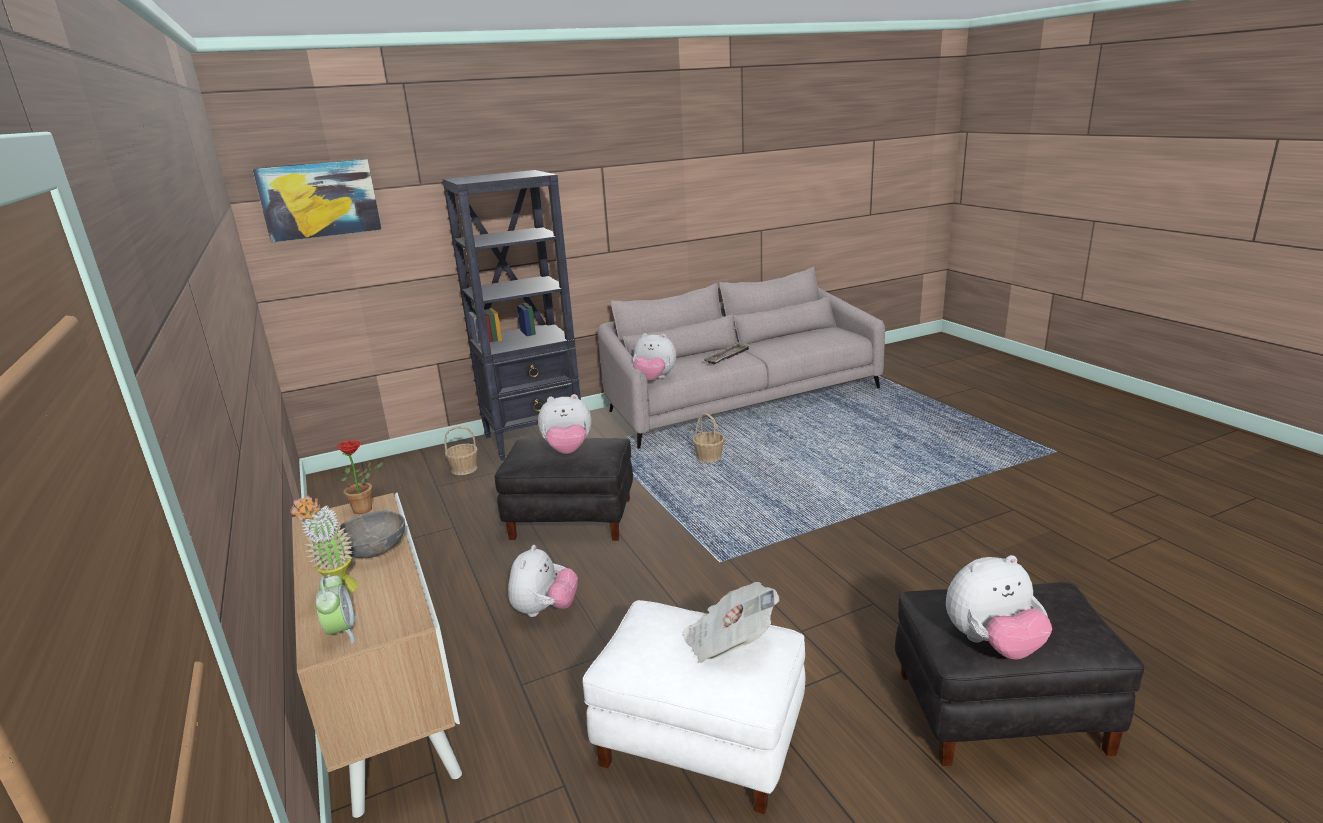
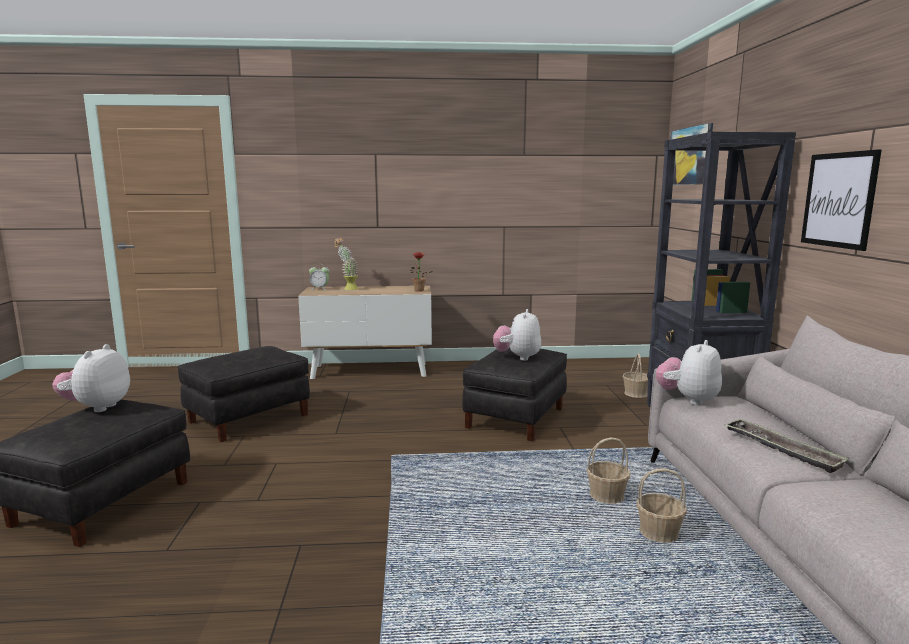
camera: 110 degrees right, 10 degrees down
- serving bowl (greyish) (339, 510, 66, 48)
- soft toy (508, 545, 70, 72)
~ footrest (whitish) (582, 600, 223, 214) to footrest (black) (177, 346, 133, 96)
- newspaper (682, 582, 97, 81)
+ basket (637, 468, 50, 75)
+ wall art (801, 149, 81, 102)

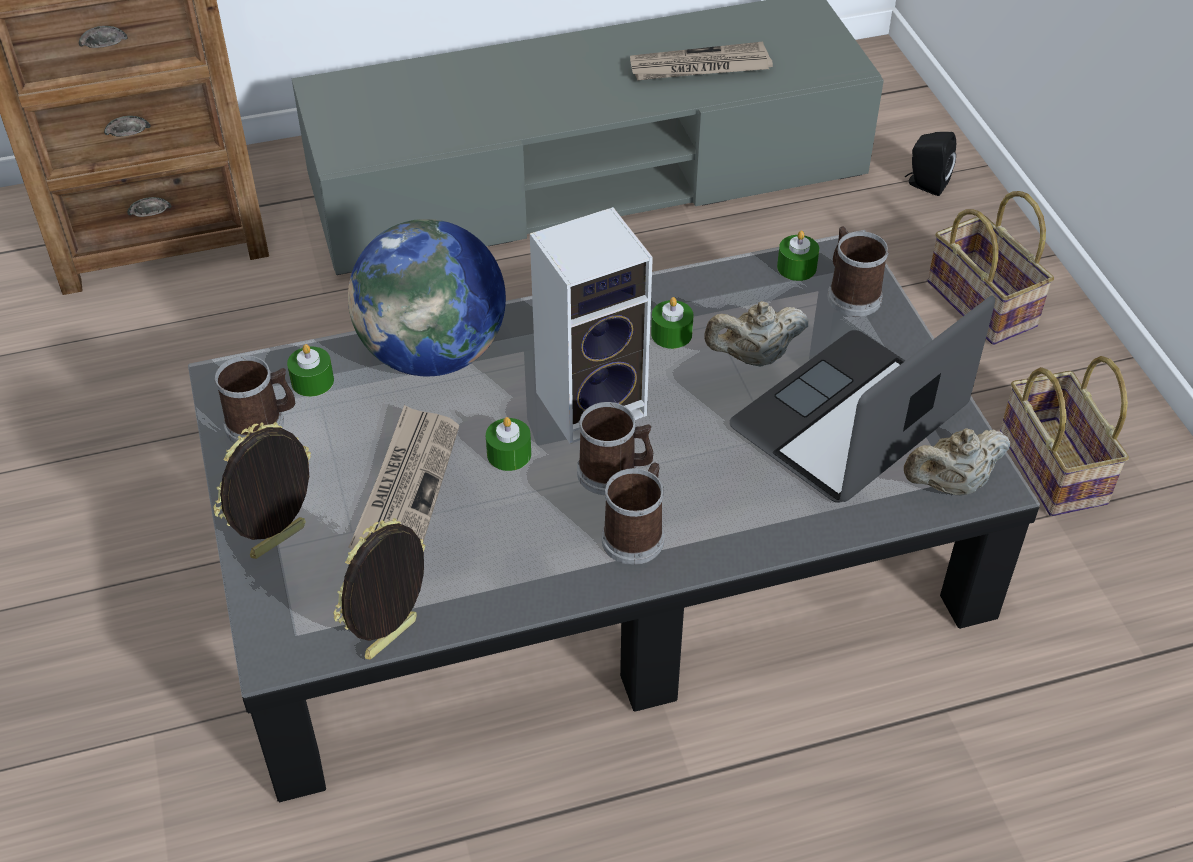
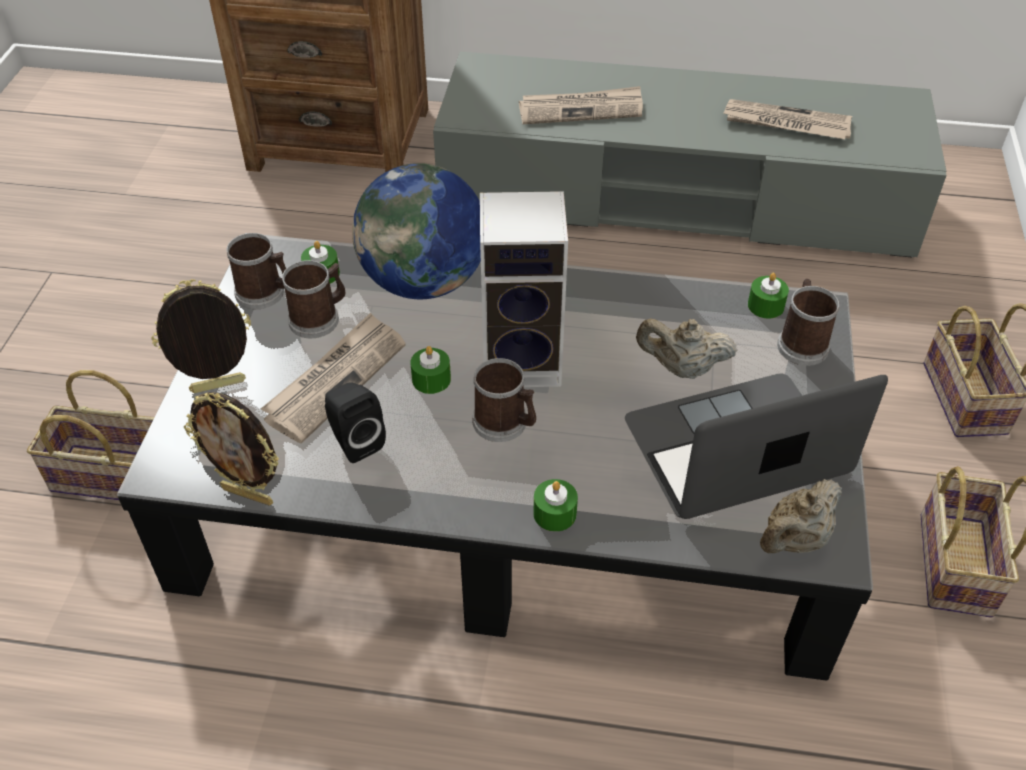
camera: 25 degrees right, 0 degrees up
~ standing frame (334, 518, 92, 141) = (184, 392, 95, 114) 135 degrees counterclockwise
~ coffee mug (601, 462, 63, 103) to (282, 260, 63, 79)
~ wax candle (green) (651, 297, 43, 52) to (533, 479, 45, 53)
~ teapot (beige) (904, 428, 106, 68) = (760, 479, 82, 74) 45 degrees counterclockwise
~ audio speaker (black) (905, 132, 51, 64) to (325, 382, 61, 81)
+ basket (27, 370, 127, 130)
+ newspaper (519, 86, 124, 38)

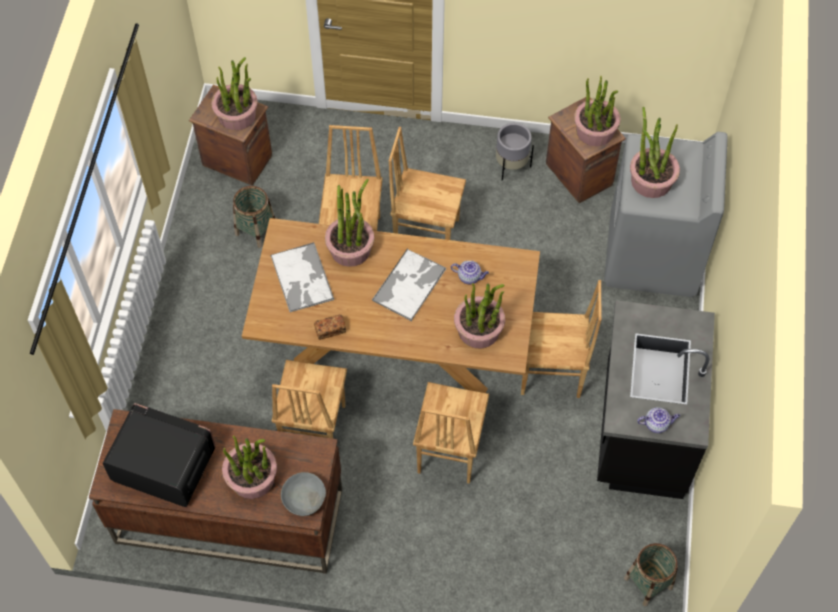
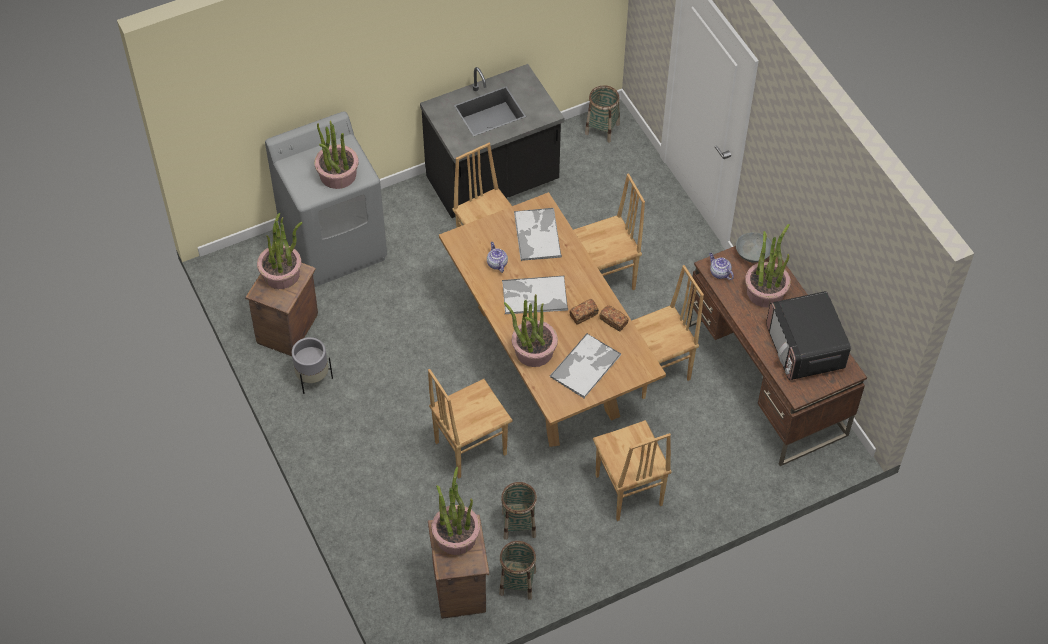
camera: 125 degrees left, 5 degrees down
~ plain chair (brown) (389, 127, 77, 113) to (593, 420, 79, 101)
~ potted plant (454, 283, 51, 65) to serving tray (514, 208, 48, 53)
~ teapot (637, 407, 43, 26) to (709, 253, 25, 27)
+ basket (499, 541, 37, 59)
+ baked bread (569, 299, 30, 26)

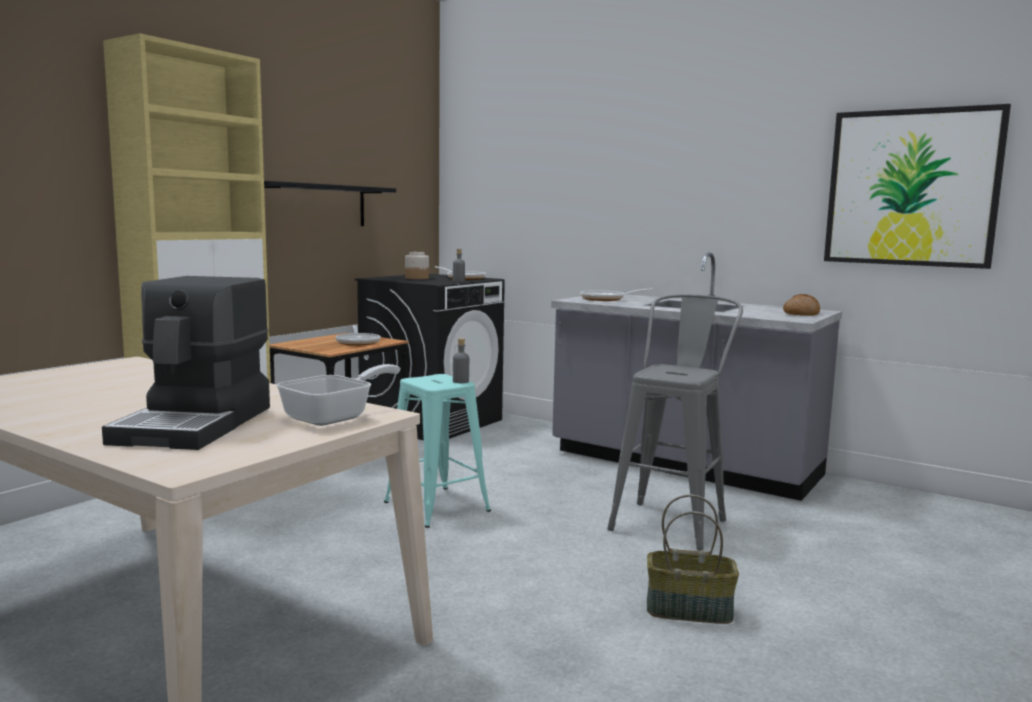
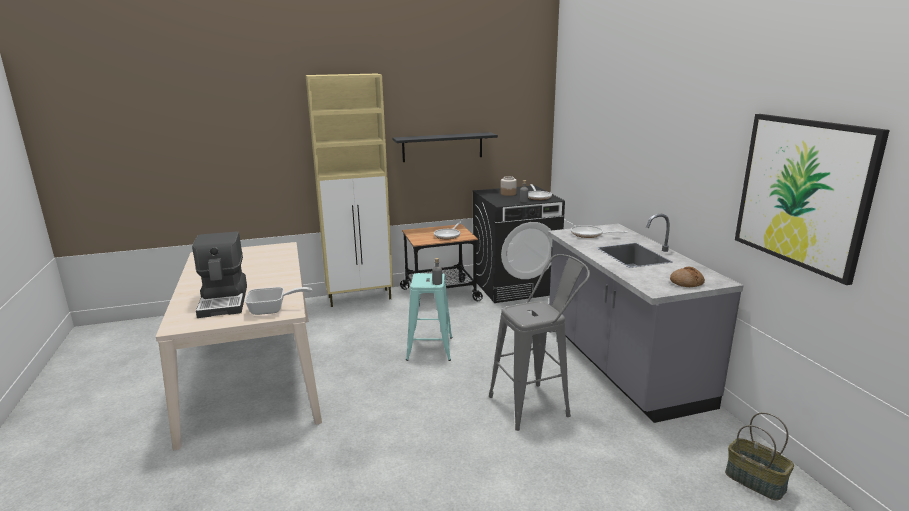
camera: 40 degrees right, 10 degrees up
~ coffee brewer (102, 276, 168, 174) = (192, 232, 55, 86) 60 degrees counterclockwise
~ basket (647, 494, 92, 130) to (725, 412, 69, 89)

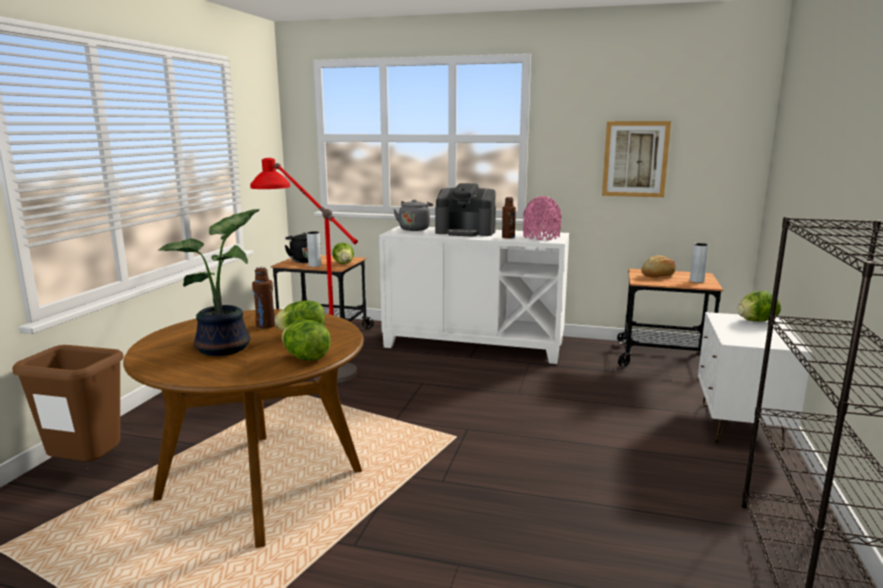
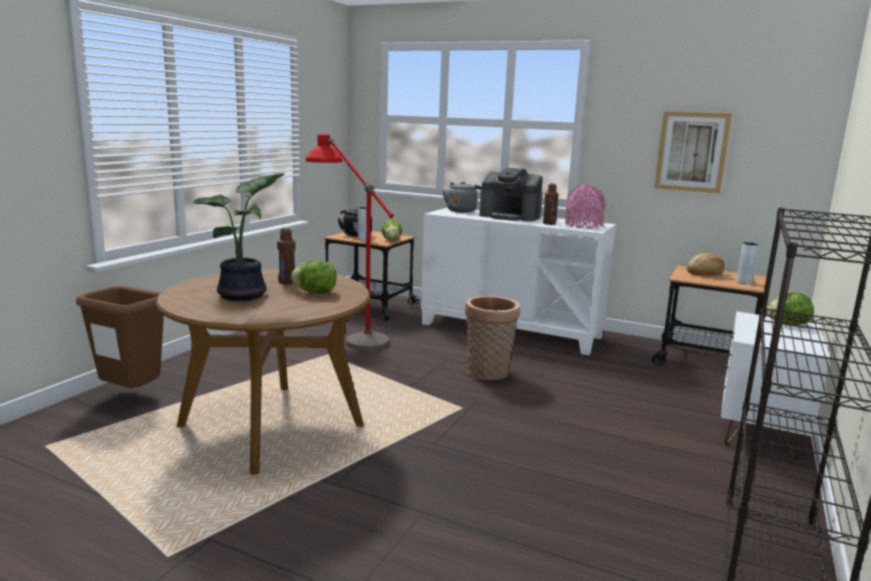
camera: 10 degrees right, 0 degrees up
- lettuce head (282, 320, 49, 41)
+ basket (465, 296, 55, 84)

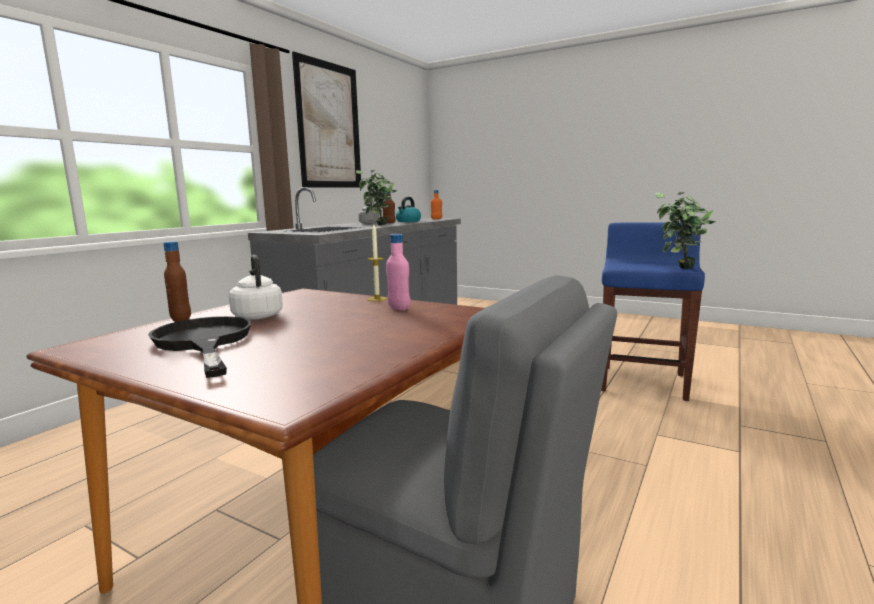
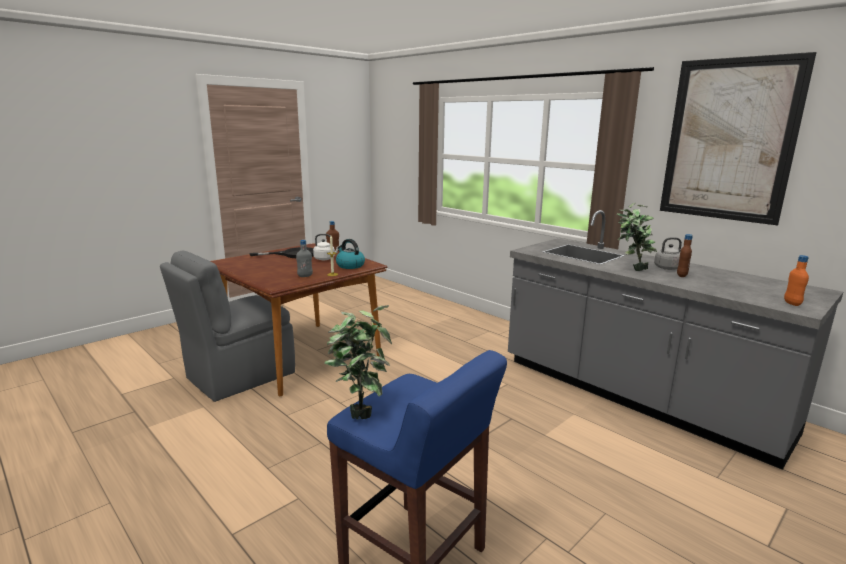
camera: 105 degrees right, 5 degrees up
~ beverage bottle (pink) (386, 234, 24, 77) to beverage bottle (greyish) (296, 240, 17, 37)
~ water kettle (395, 197, 26, 25) to (336, 239, 29, 30)

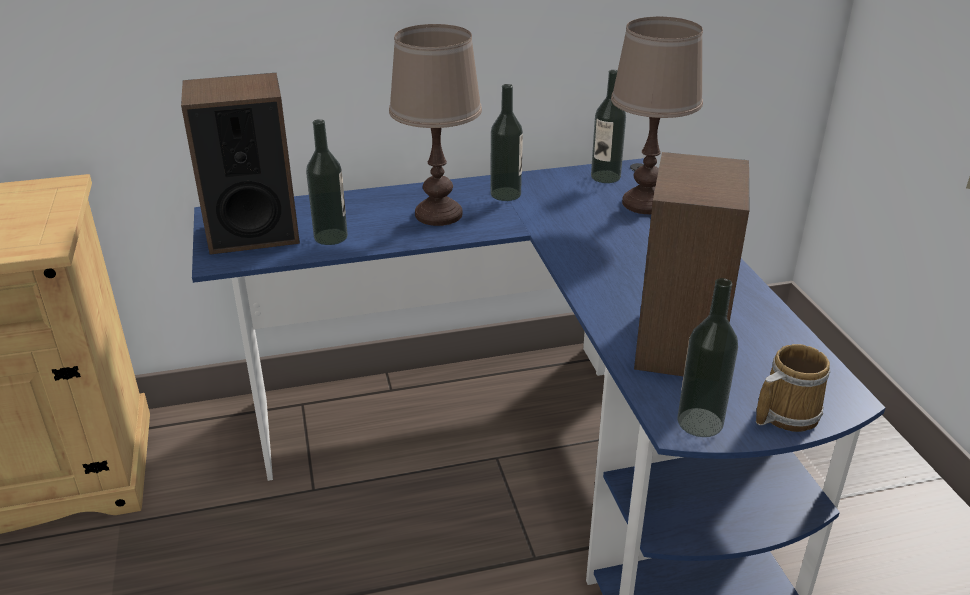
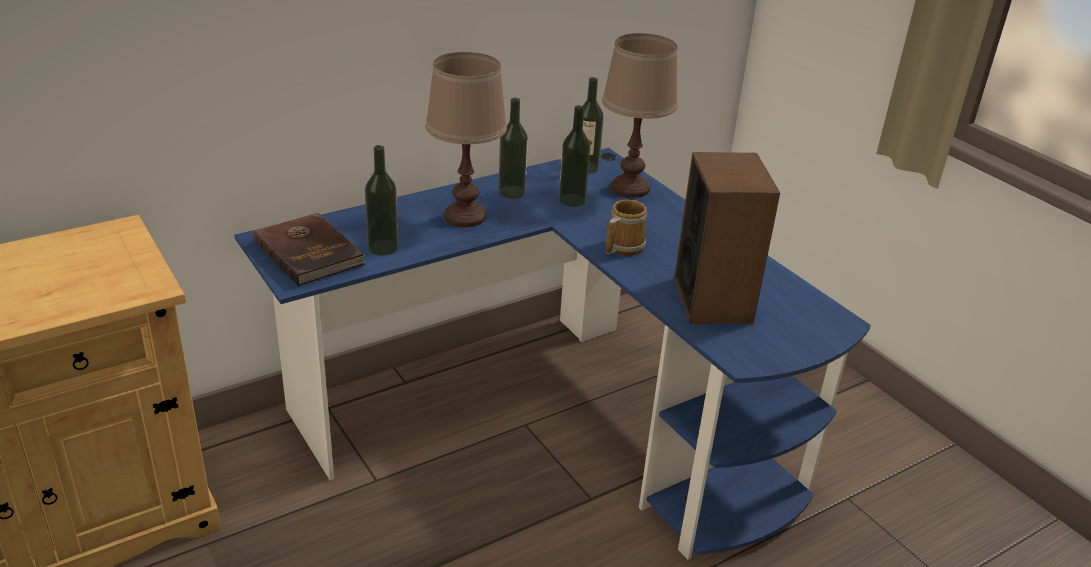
camera: 20 degrees left, 0 degrees up
~ audio speaker (181, 73, 119, 182) to bound book (brown) (253, 212, 112, 74)
~ beverage bottle (678, 278, 60, 159) to (559, 105, 32, 102)
~ coffee mug (756, 344, 74, 88) to (606, 199, 41, 57)

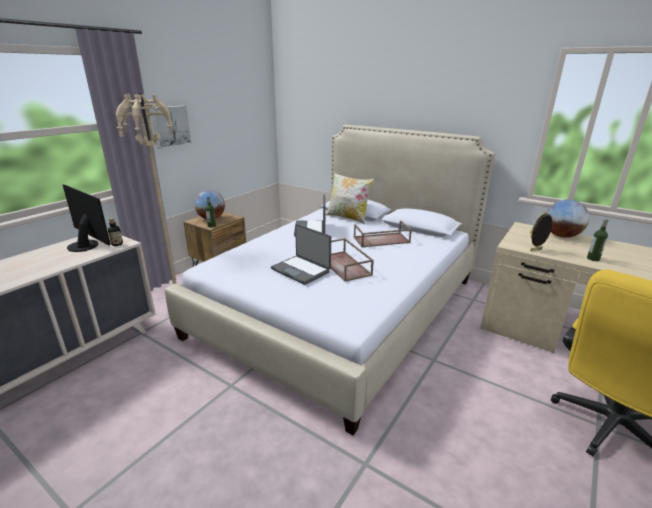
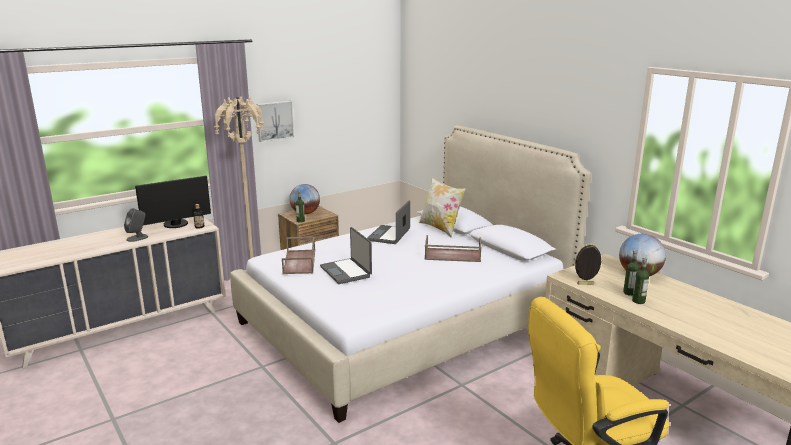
camera: 20 degrees right, 5 degrees down
~ computer screen (62, 184, 48, 68) = (135, 176, 76, 52) 90 degrees clockwise
~ serving tray (brown) (331, 238, 43, 44) to (282, 236, 33, 38)
+ audio speaker (greyish) (124, 208, 24, 34)
+ beverage bottle (623, 250, 17, 46)

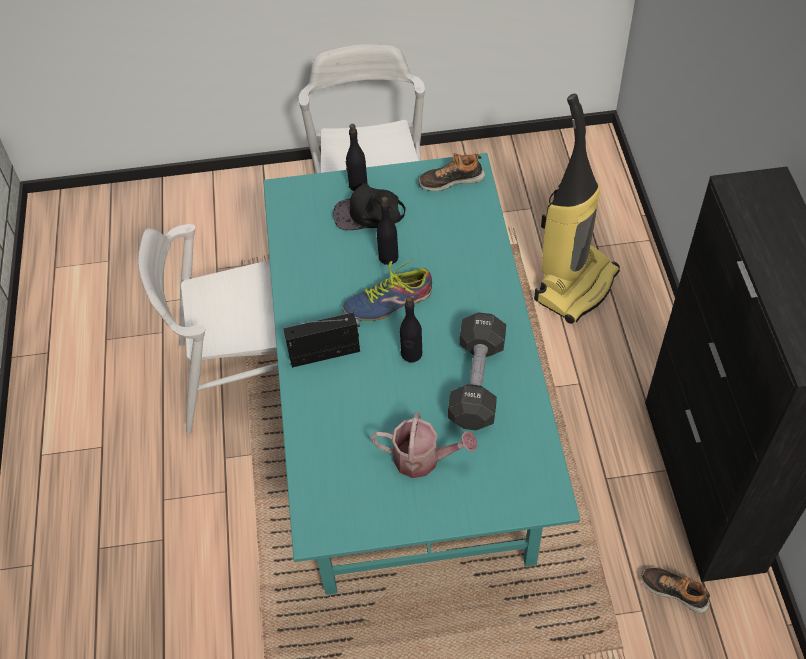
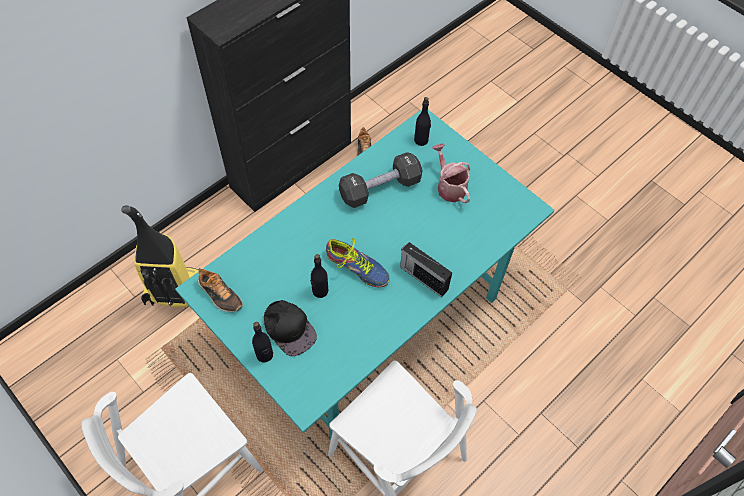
camera: 130 degrees left, 5 degrees up
~ beverage bottle (black) (400, 296, 22, 67) to (414, 97, 17, 49)

